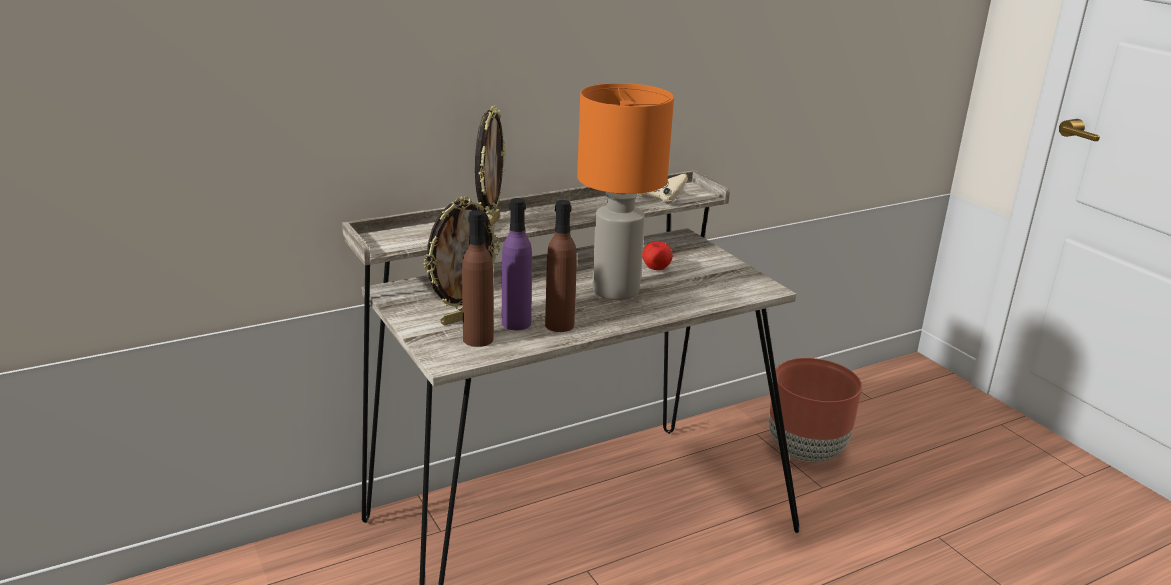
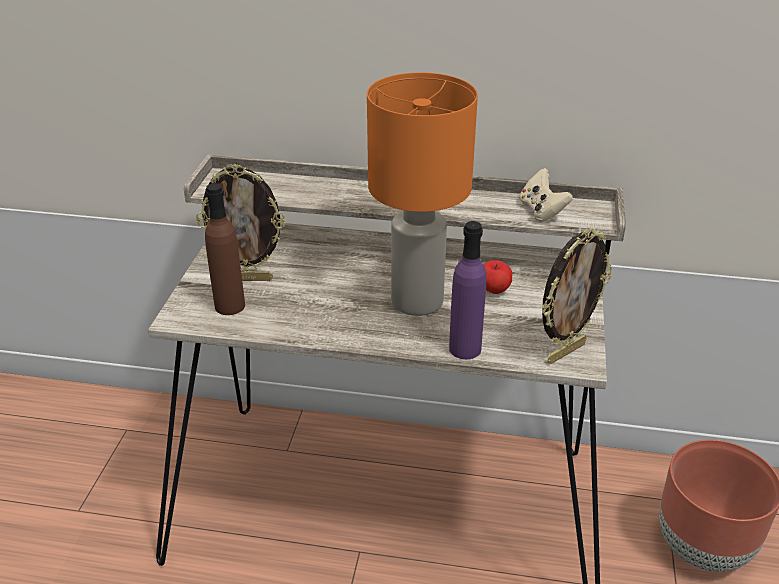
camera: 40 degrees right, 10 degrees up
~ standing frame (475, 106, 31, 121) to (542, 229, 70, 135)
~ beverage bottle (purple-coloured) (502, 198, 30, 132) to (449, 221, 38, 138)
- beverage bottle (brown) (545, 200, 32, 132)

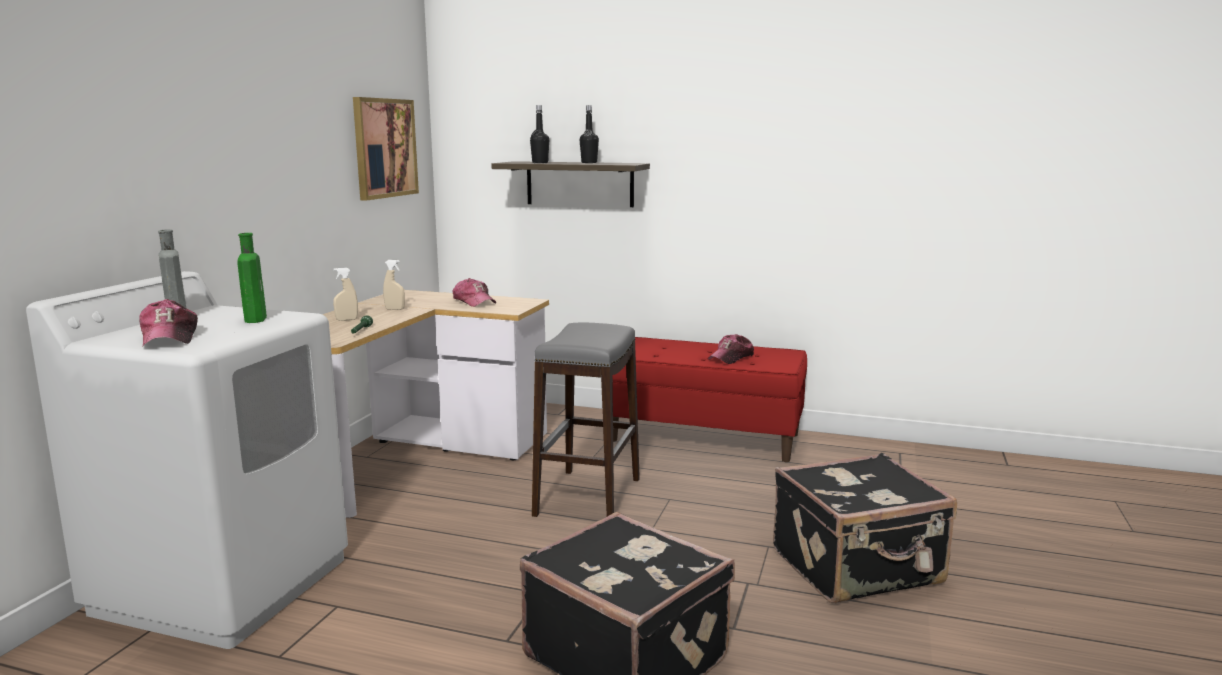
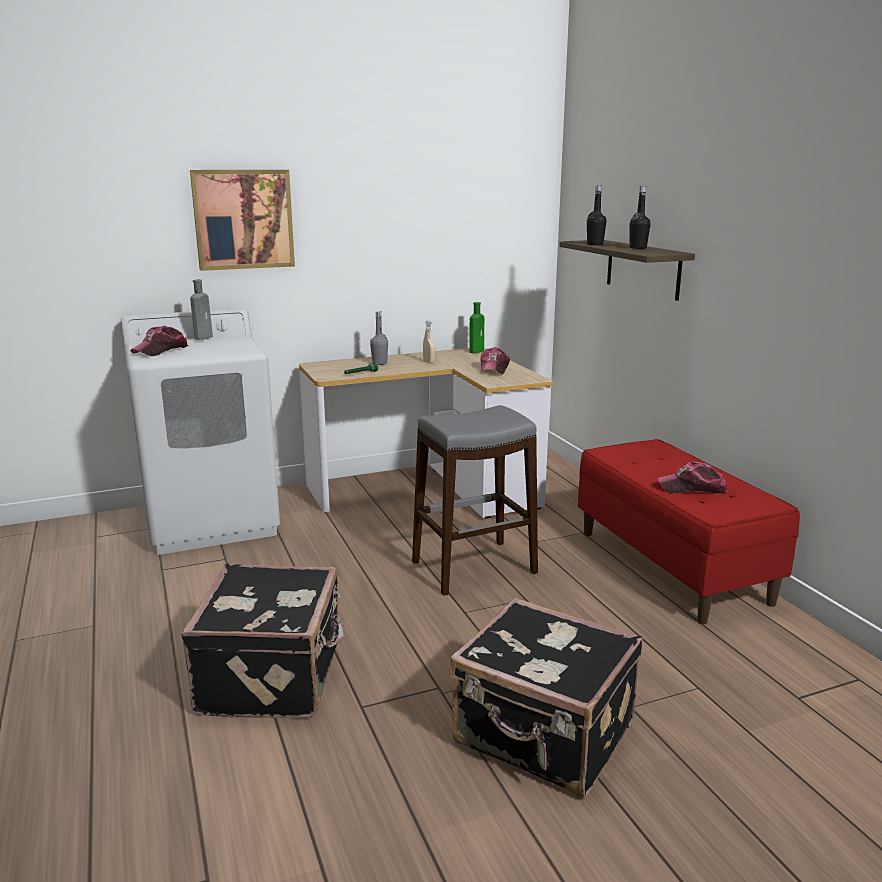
camera: 50 degrees right, 5 degrees up
~ beverage bottle (green) (237, 233, 30, 90) to (469, 302, 15, 51)
~ spray bottle (beige) (333, 267, 25, 54) to beverage bottle (greyish) (370, 311, 18, 54)
~ wall art (353, 97, 66, 104) to (190, 170, 105, 101)

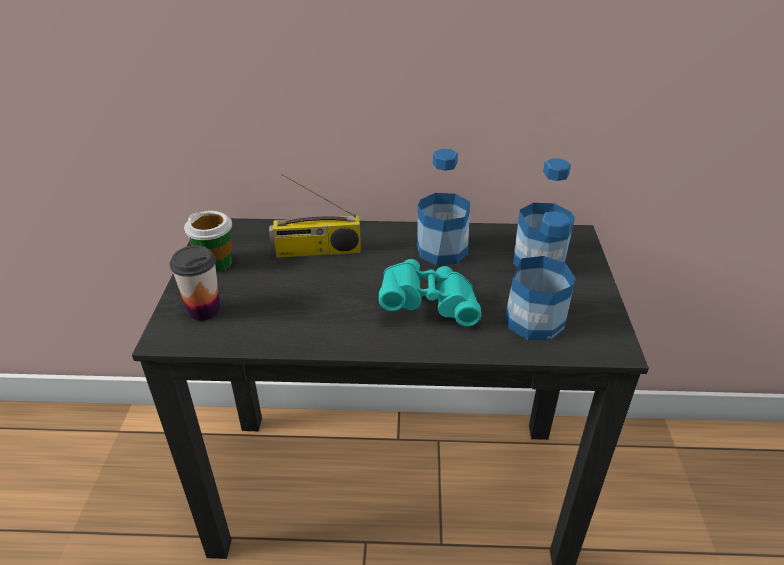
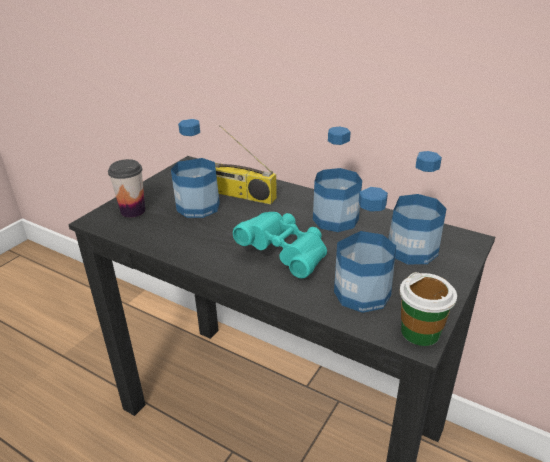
camera: 30 degrees right, 5 degrees down
~ cup (184, 211, 48, 61) to (400, 272, 57, 74)
+ beverage bottle (171, 119, 49, 99)

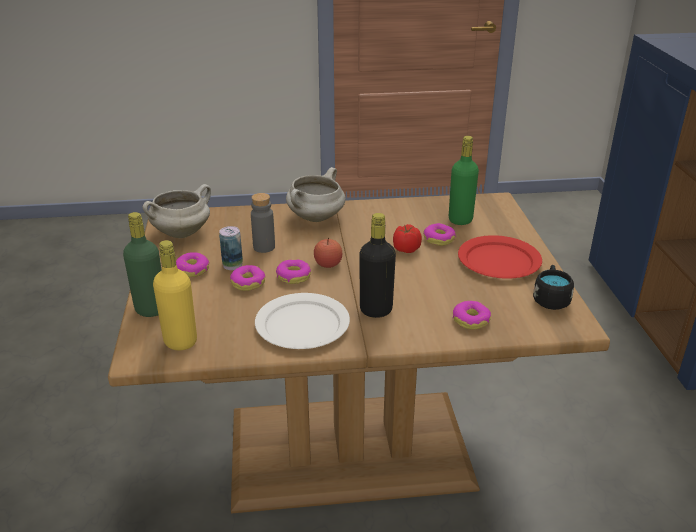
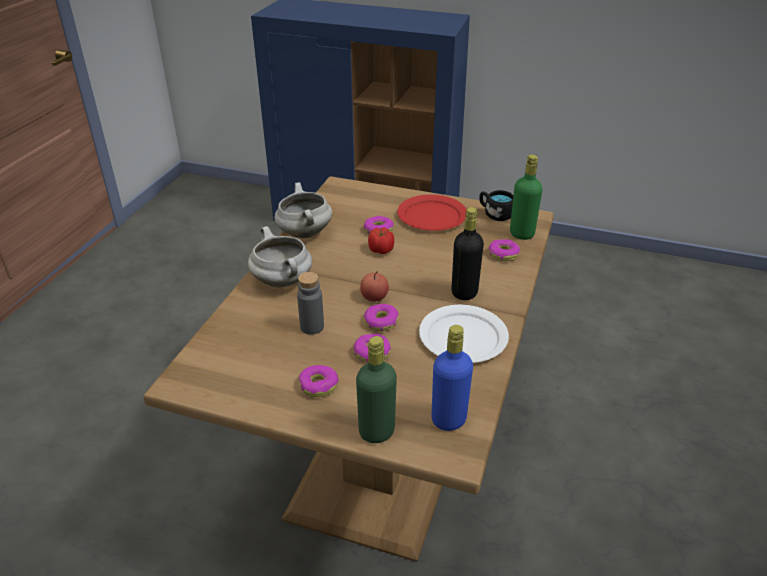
camera: 65 degrees left, 5 degrees up
~ cooking pot (whitish) (142, 184, 69, 54) to (275, 182, 57, 56)
~ beverage bottle (yellow-coloured) (153, 240, 44, 110) to beverage bottle (bluish) (431, 325, 42, 106)
- sealed can (219, 226, 24, 44)
~ beverage bottle (green) (449, 136, 30, 89) to (510, 154, 32, 86)

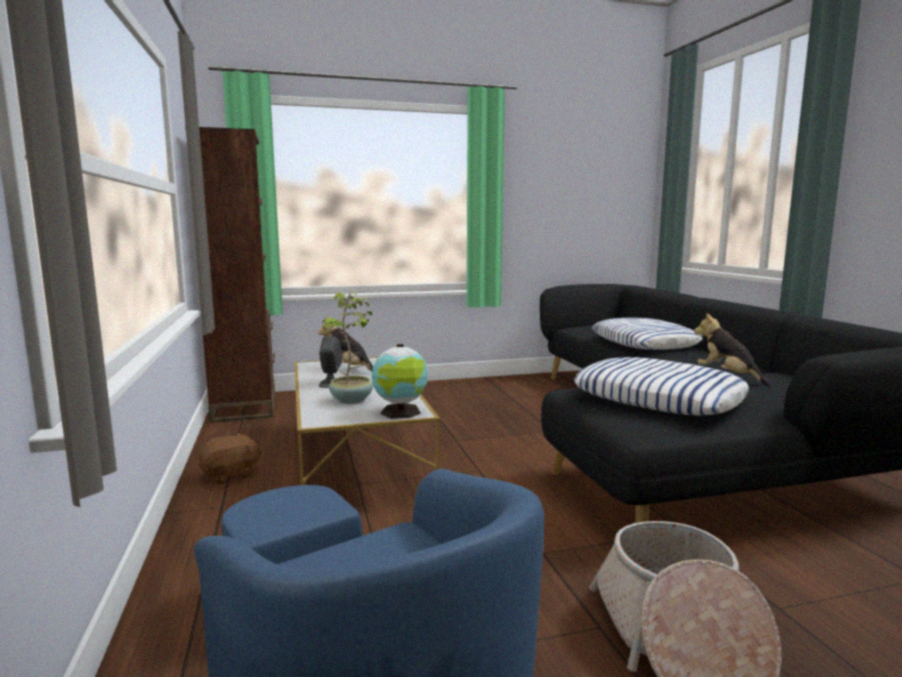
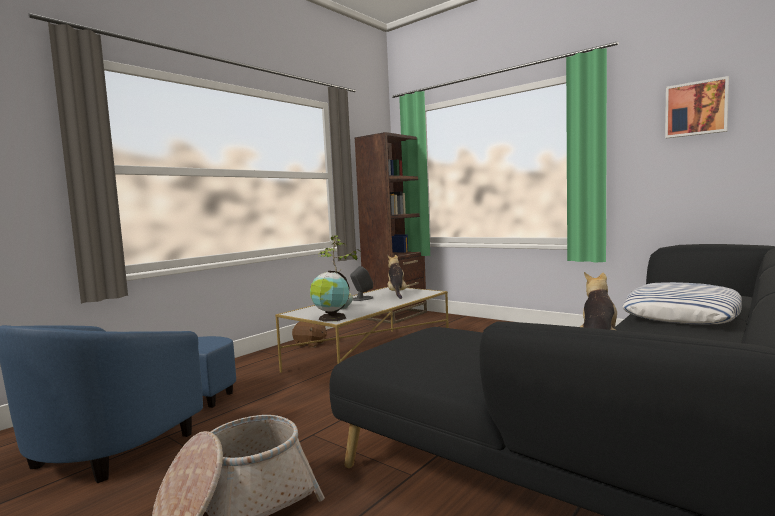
camera: 55 degrees right, 5 degrees down
- pillow (574, 357, 175, 58)
+ wall art (665, 76, 64, 62)

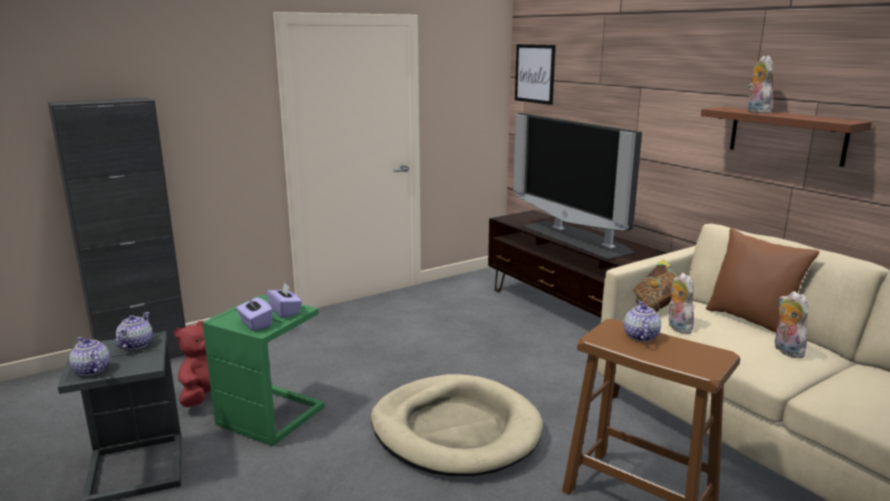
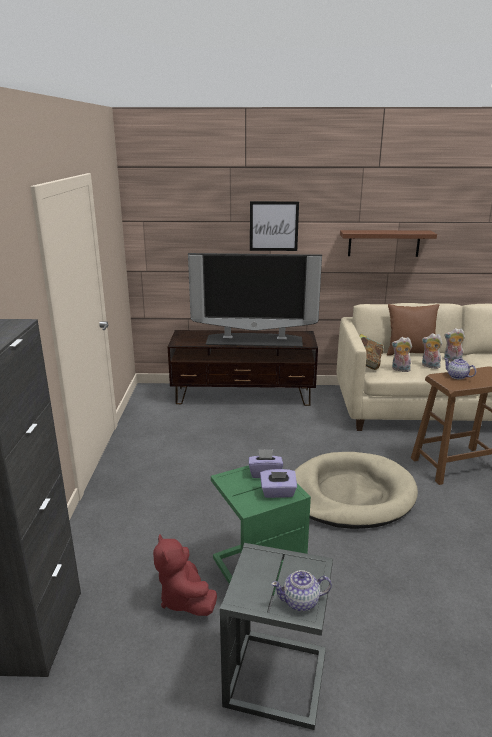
camera: 55 degrees left, 5 degrees up
- teapot (116, 312, 37, 38)
~ wall art (515, 44, 41, 61) to (250, 201, 49, 50)
~ soft toy (748, 56, 25, 58) to (422, 333, 20, 36)

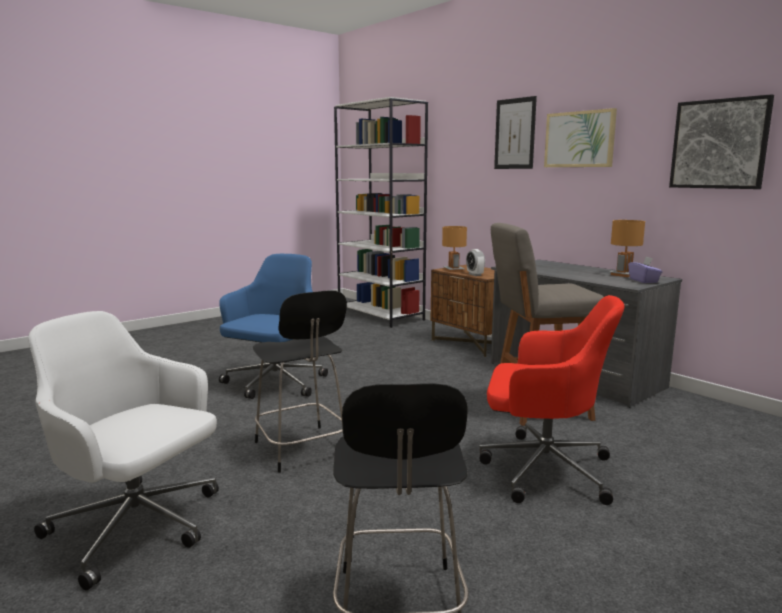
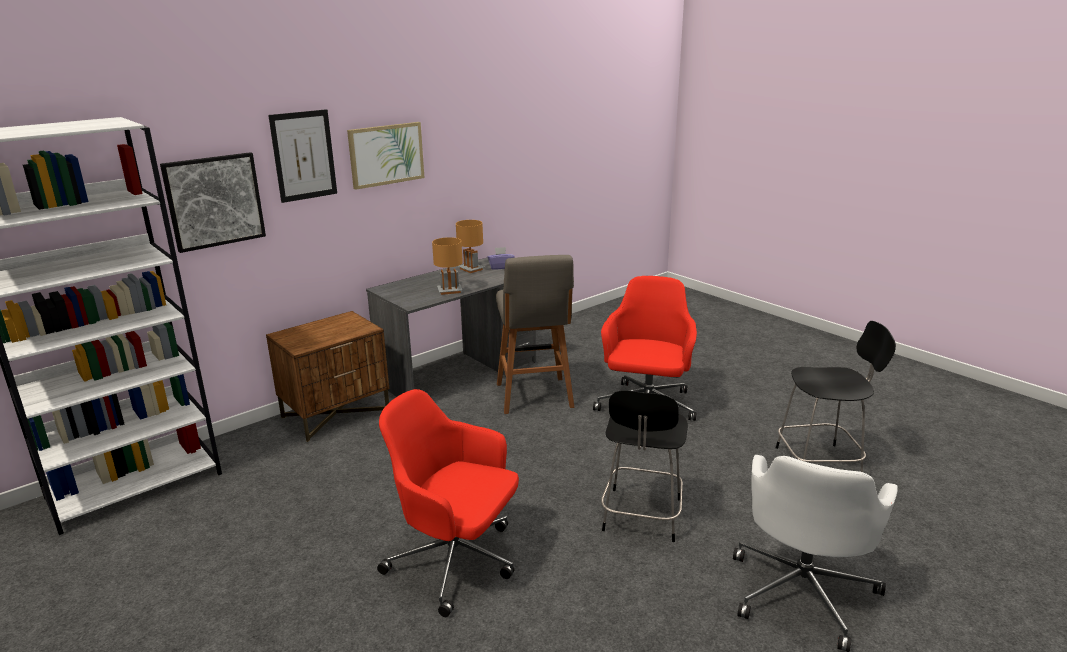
camera: 90 degrees left, 10 degrees up
~ desk chair (bluish) (219, 254, 109, 145) to desk chair (red) (377, 389, 142, 228)
~ plain chair (black) (253, 290, 94, 183) = (601, 390, 87, 152) 135 degrees clockwise
~ tabletop lamp (brown) (442, 226, 25, 46) to (432, 237, 31, 58)
- table clock (466, 249, 19, 27)
~ wall art (669, 94, 105, 95) to (160, 152, 106, 101)

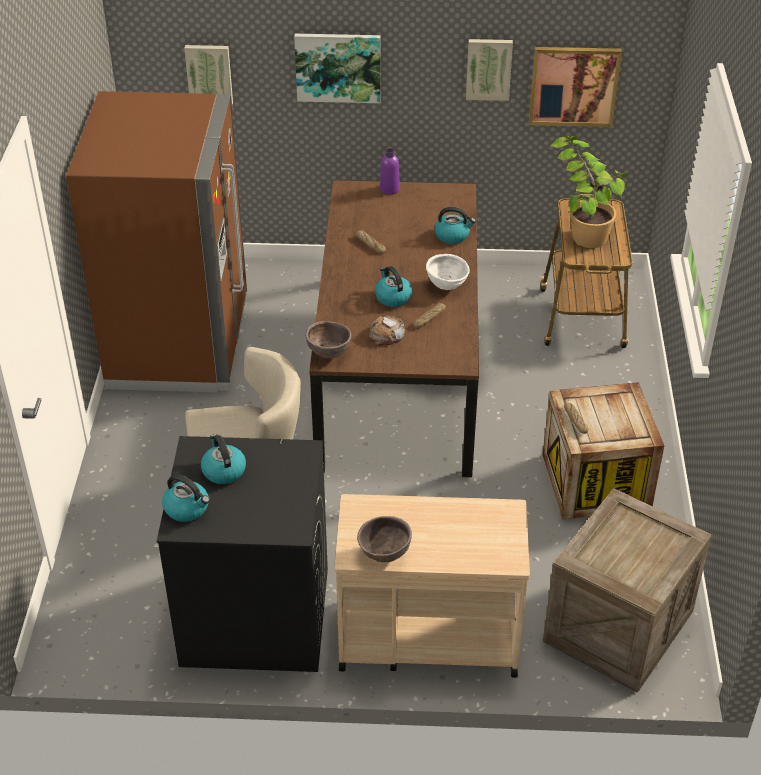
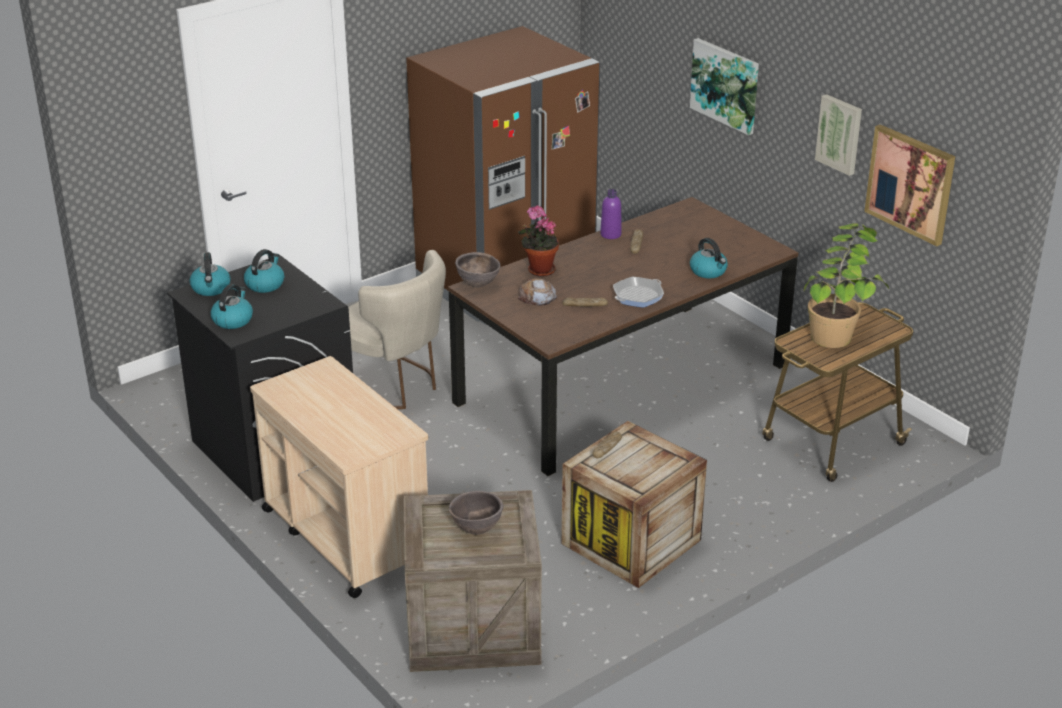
camera: 50 degrees right, 10 degrees down
- wall art (184, 45, 49, 60)
~ serving bowl (brown) (357, 516, 55, 47) to (449, 491, 54, 44)
~ water kettle (375, 266, 37, 41) to (210, 284, 43, 45)
~ beverage bottle (purple-coloured) (380, 148, 20, 47) to (600, 189, 21, 50)
~ serving bowl (whitish) (426, 254, 44, 36) to frying pan (613, 276, 51, 32)
+ potted plant (518, 205, 41, 72)

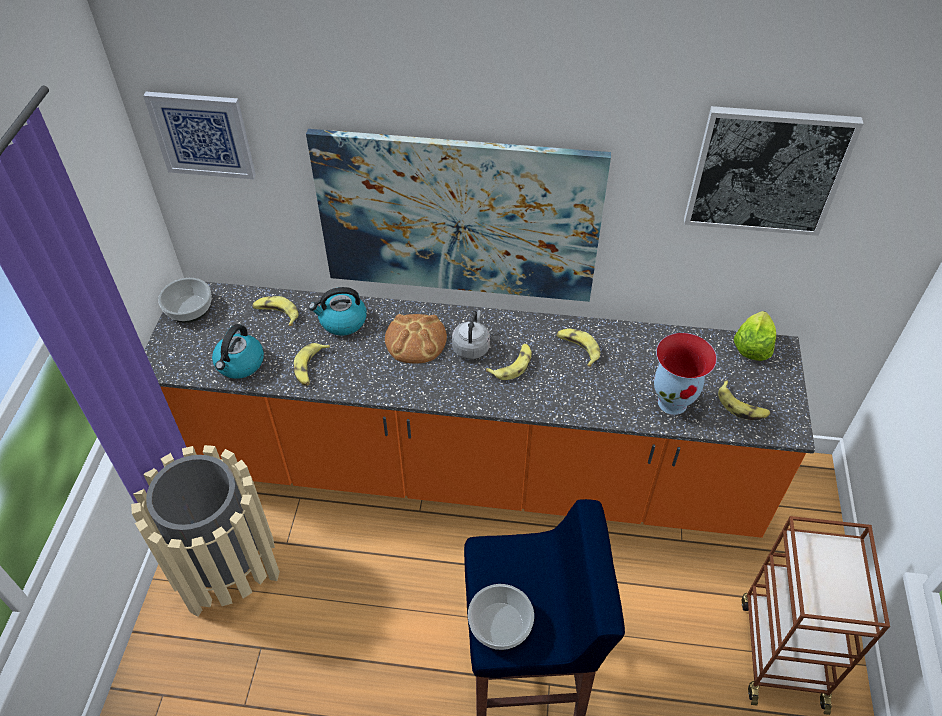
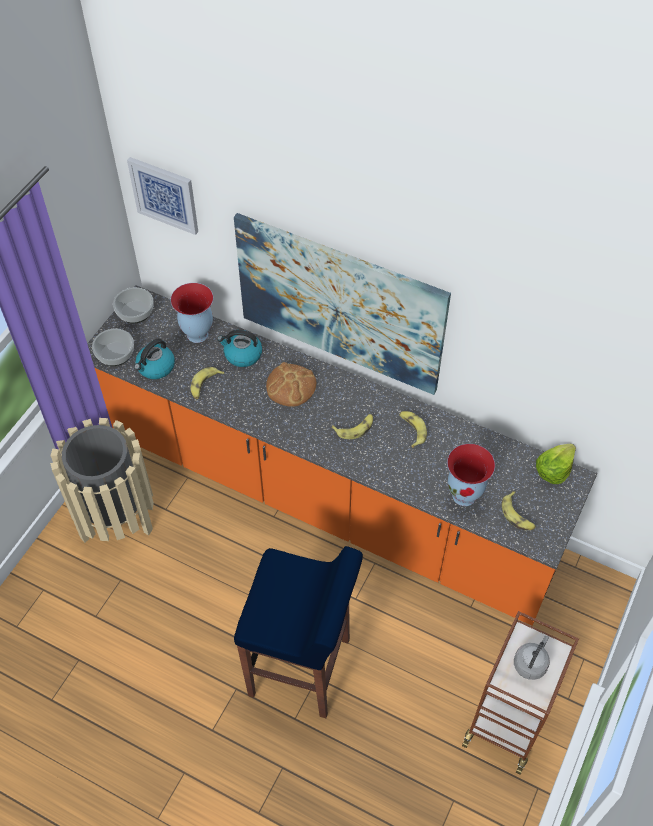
camera: 20 degrees right, 5 degrees up
~ banana (253, 296, 46, 30) to flower vase (171, 283, 42, 60)
~ water kettle (greyish) (452, 310, 38, 49) to (514, 636, 36, 44)
~ serving bowl (468, 584, 66, 66) to (92, 329, 42, 37)
- wall art (684, 106, 179, 130)

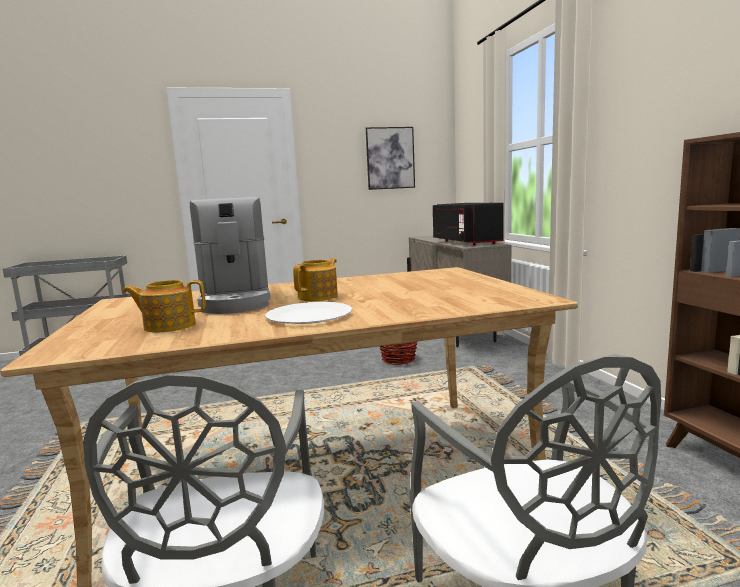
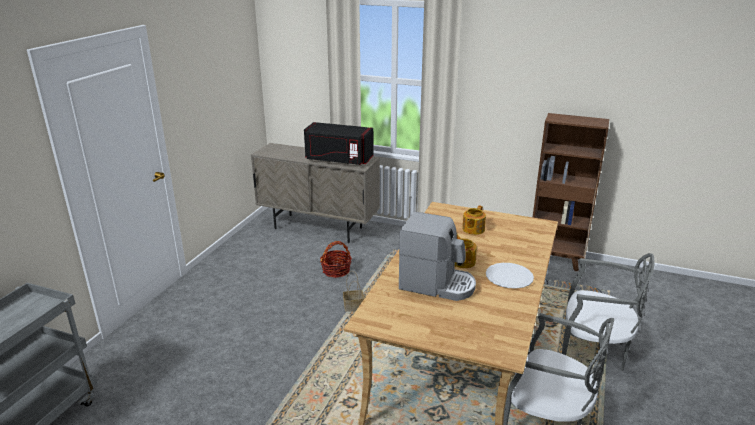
camera: 55 degrees left, 15 degrees up
~ teapot (122, 280, 84, 53) to (462, 205, 24, 30)
- wall art (366, 127, 49, 63)
+ basket (343, 271, 21, 41)

